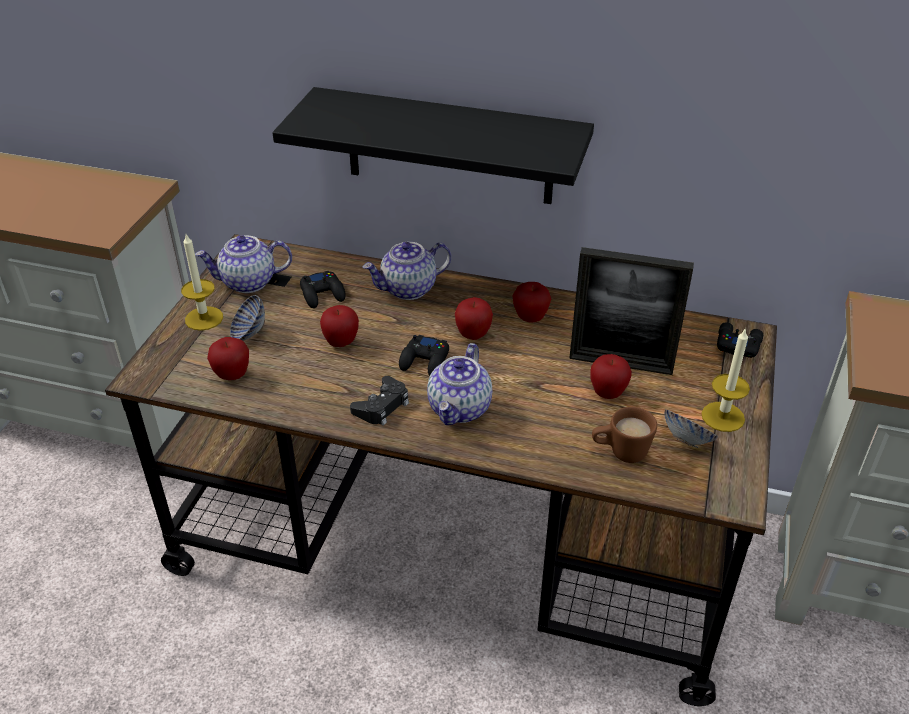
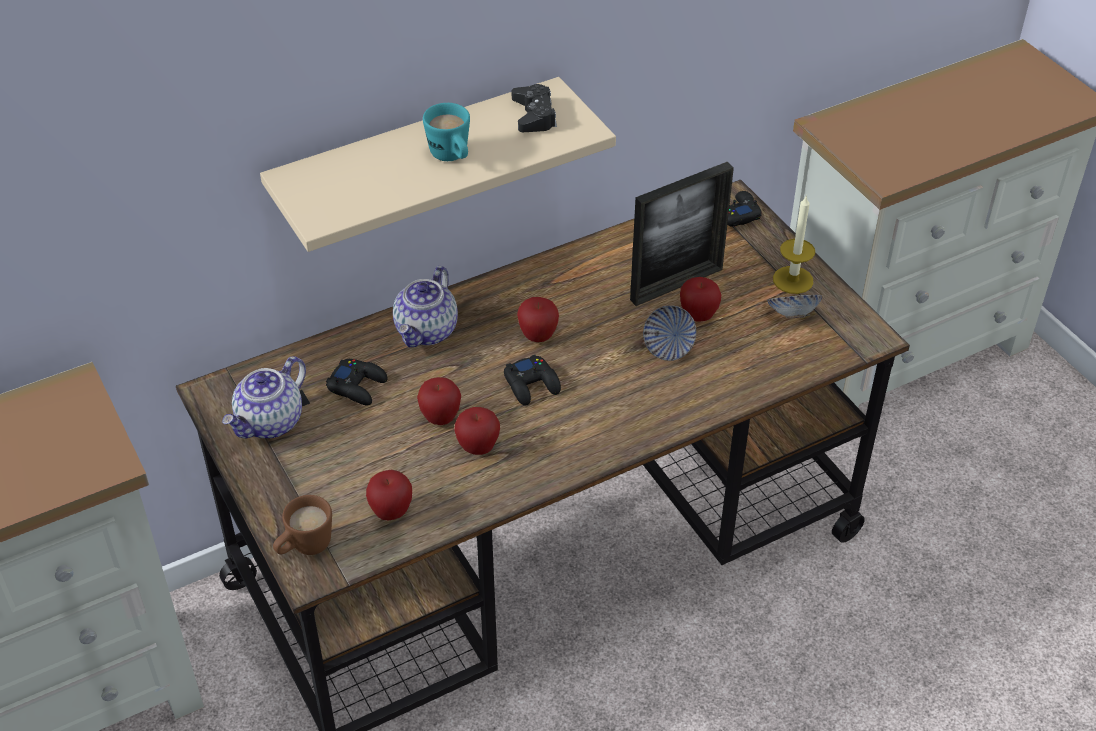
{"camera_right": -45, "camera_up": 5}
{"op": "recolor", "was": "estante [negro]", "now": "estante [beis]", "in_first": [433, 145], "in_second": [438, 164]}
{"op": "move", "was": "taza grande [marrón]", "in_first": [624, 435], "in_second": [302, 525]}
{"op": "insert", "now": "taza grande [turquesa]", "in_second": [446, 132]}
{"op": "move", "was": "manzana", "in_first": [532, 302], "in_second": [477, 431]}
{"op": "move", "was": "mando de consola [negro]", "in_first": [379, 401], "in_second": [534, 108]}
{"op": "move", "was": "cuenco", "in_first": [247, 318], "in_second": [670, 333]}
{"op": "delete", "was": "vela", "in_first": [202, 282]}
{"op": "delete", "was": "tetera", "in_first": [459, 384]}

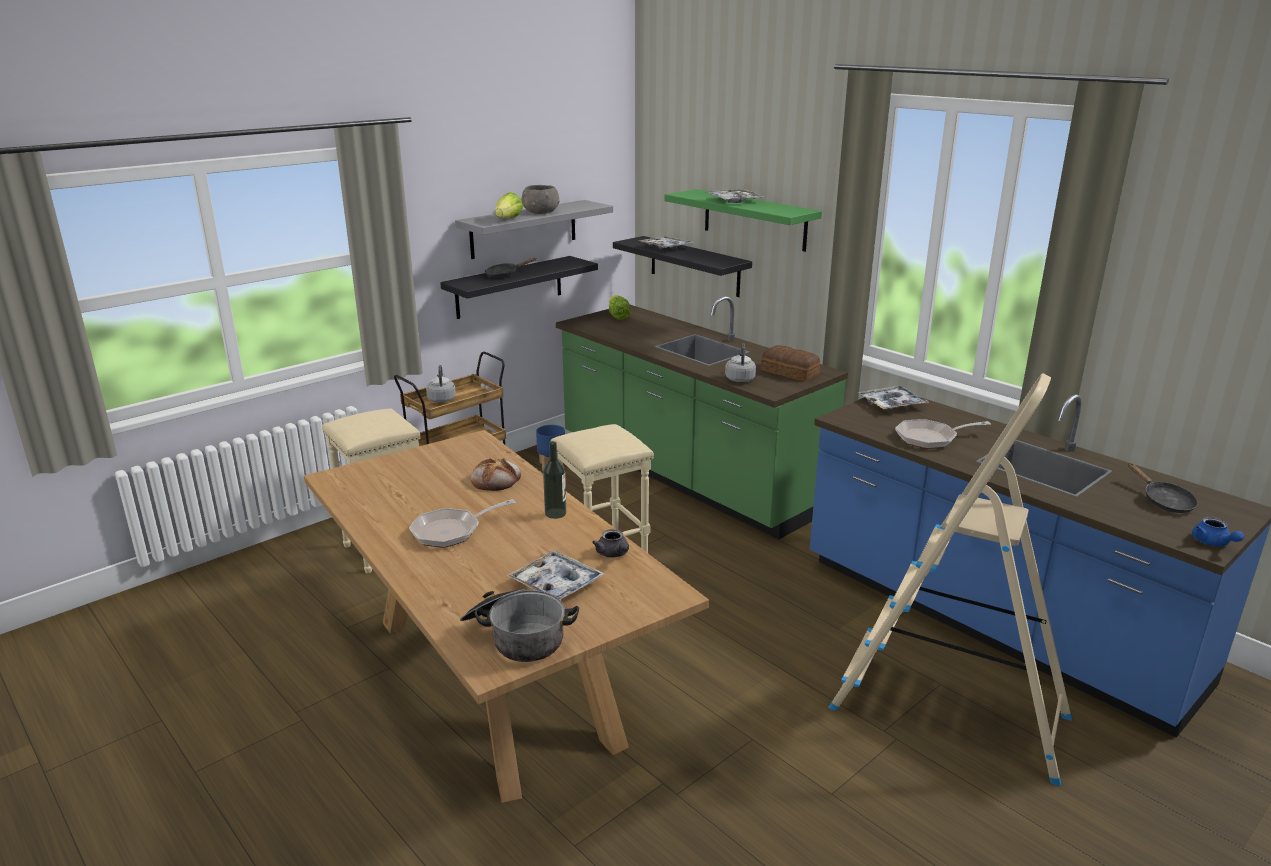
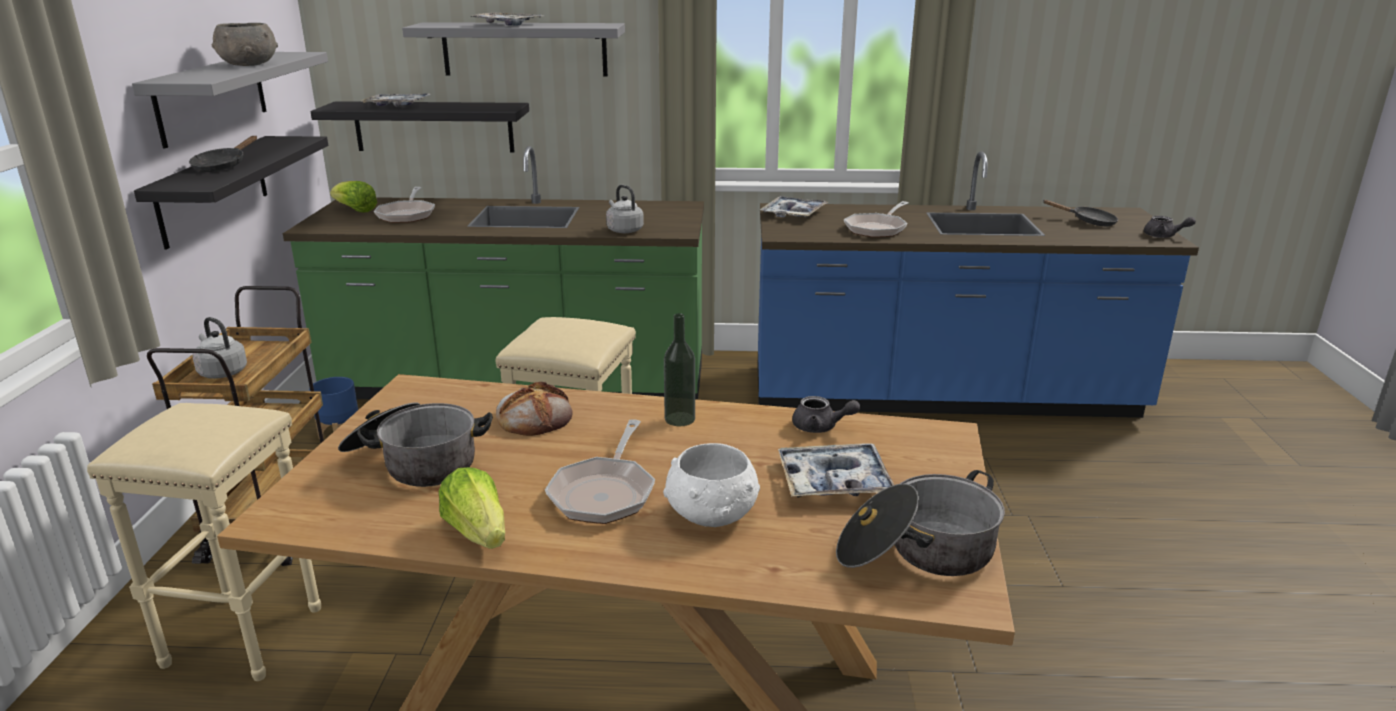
{"camera_right": -45, "camera_up": 0}
{"op": "insert", "now": "olla", "in_second": [415, 444]}
{"op": "insert", "now": "sartén", "in_second": [404, 205]}
{"op": "recolor", "was": "estante [verde]", "now": "estante [gris]", "in_first": [743, 220], "in_second": [513, 49]}
{"op": "move", "was": "lechuga", "in_first": [509, 205], "in_second": [472, 508]}
{"op": "insert", "now": "cuenco [blanco]", "in_second": [711, 485]}
{"op": "recolor", "was": "tetera [azul]", "now": "tetera [gris]", "in_first": [1218, 531], "in_second": [1170, 227]}
{"op": "delete", "was": "pan", "in_first": [790, 363]}
{"op": "delete", "was": "escalera de tijera [beis]", "in_first": [950, 579]}

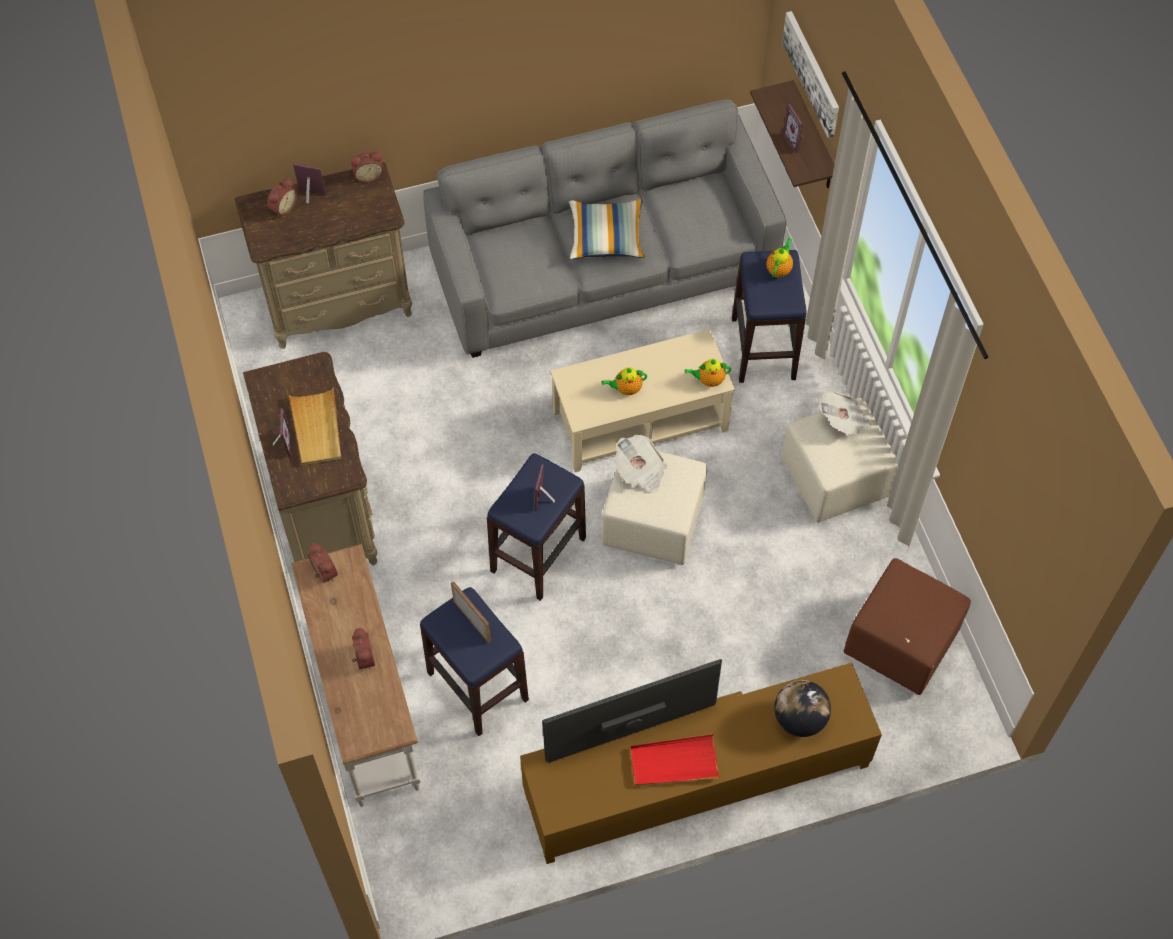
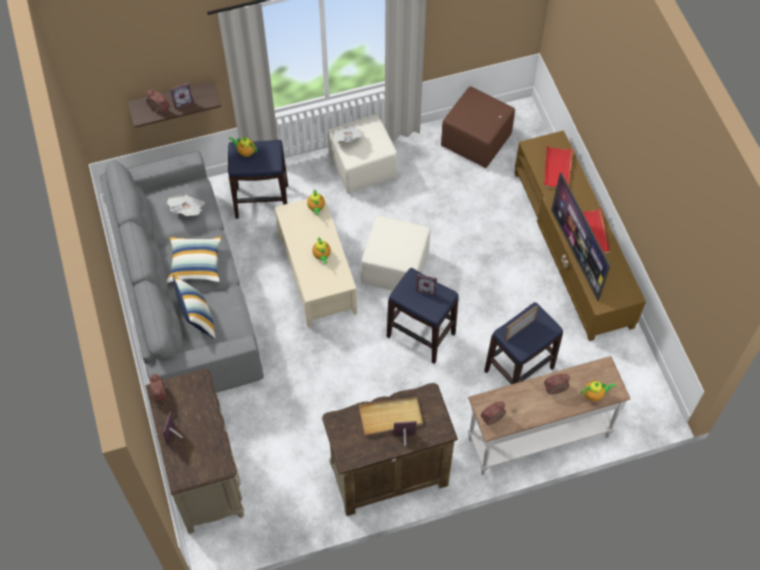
{"camera_right": -90, "camera_up": 0}
{"op": "move", "was": "despertador", "in_first": [282, 197], "in_second": [157, 102]}
{"op": "move", "was": "periódico", "in_first": [640, 464], "in_second": [186, 205]}
{"op": "insert", "now": "cojín", "in_second": [194, 307]}
{"op": "replace", "was": "globo terráqueo", "now": "bandeja [rojo]", "in_first": [802, 708], "in_second": [559, 166]}
{"op": "insert", "now": "tetera", "in_second": [598, 390]}
{"op": "delete", "was": "cuadro", "in_first": [810, 74]}

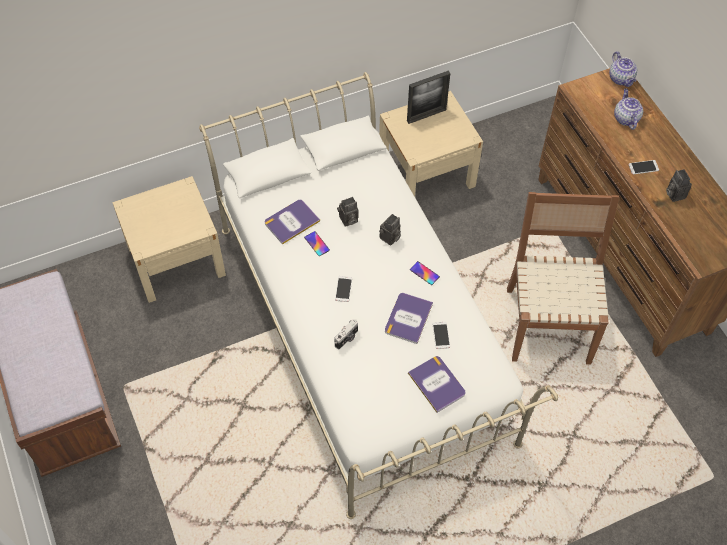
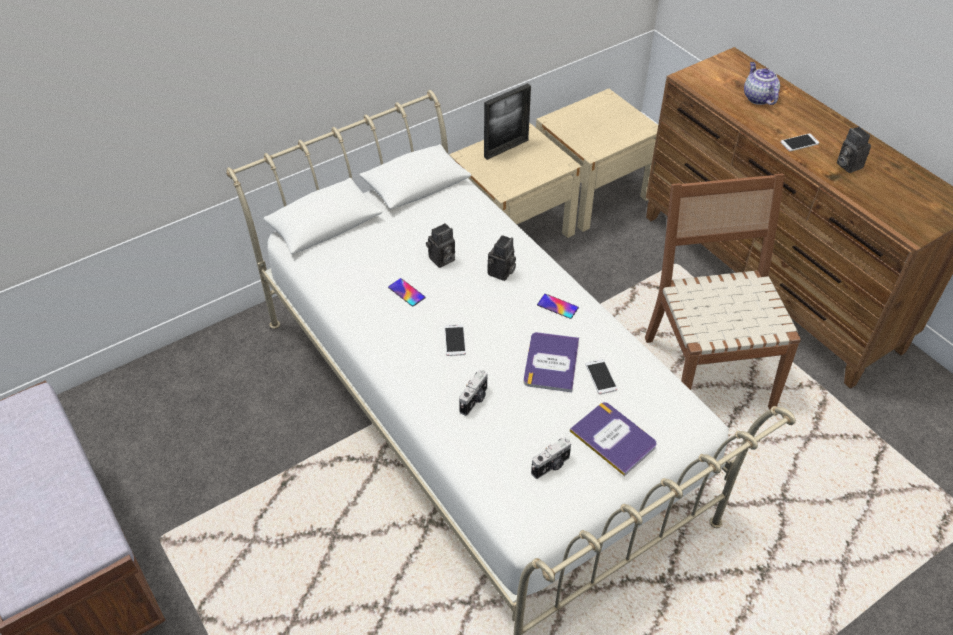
{"camera_right": -10, "camera_up": -10}
{"op": "insert", "now": "cámara", "in_second": [551, 458]}
{"op": "move", "was": "mesita de noche [beis]", "in_first": [169, 239], "in_second": [597, 160]}
{"op": "delete", "was": "libro", "in_first": [292, 222]}
{"op": "delete", "was": "tetera", "in_first": [623, 69]}

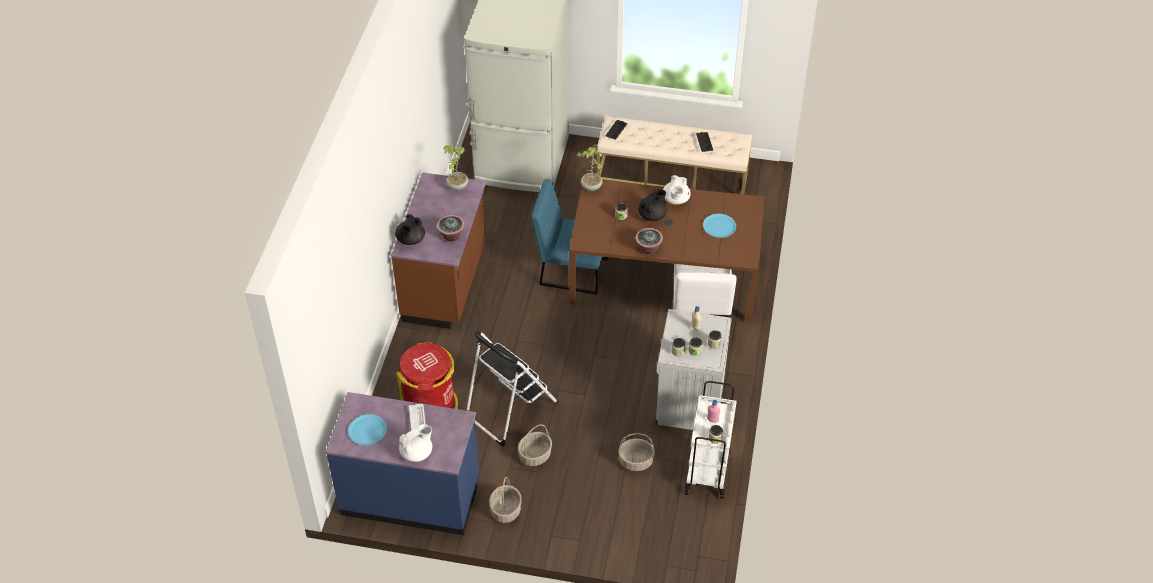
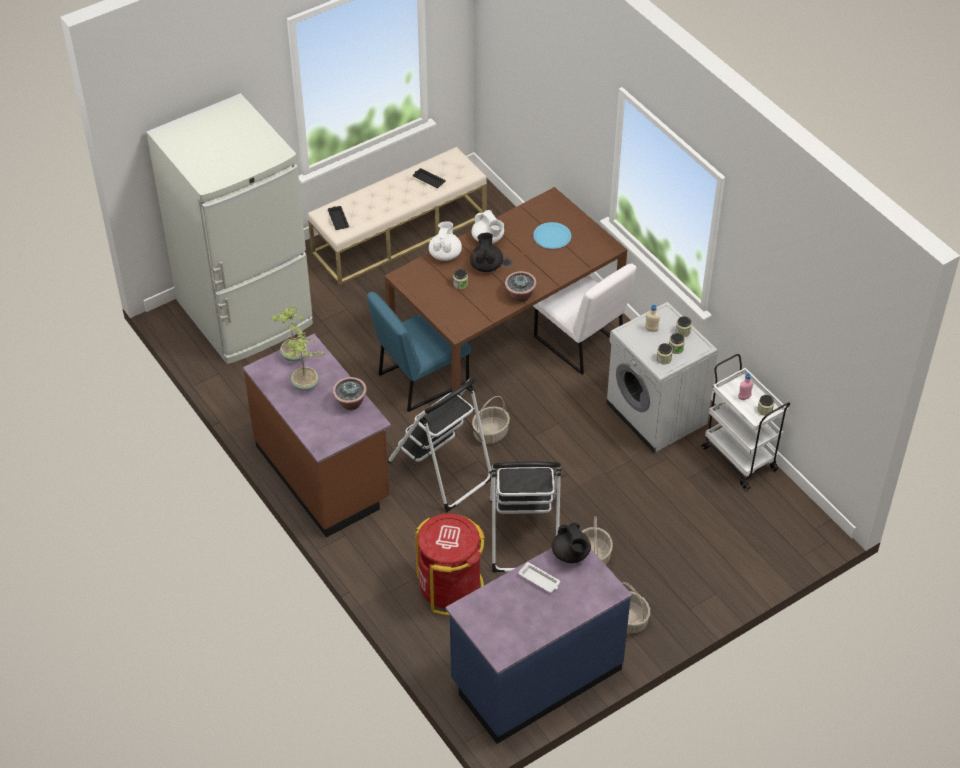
{"camera_right": -45, "camera_up": 0}
{"op": "move", "was": "planta en maceta", "in_first": [590, 167], "in_second": [305, 361]}
{"op": "insert", "now": "escalera de tijera", "in_second": [440, 444]}
{"op": "move", "was": "tetera [blanco]", "in_first": [415, 443], "in_second": [445, 241]}
{"op": "move", "was": "cesta", "in_first": [636, 452], "in_second": [491, 420]}
{"op": "move", "was": "tetera [negro]", "in_first": [410, 229], "in_second": [571, 542]}
{"op": "delete", "was": "plato [azul]", "in_first": [367, 429]}

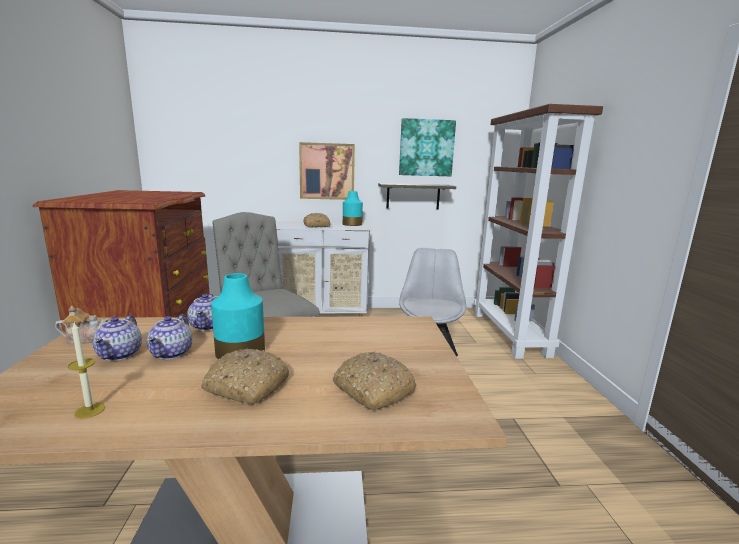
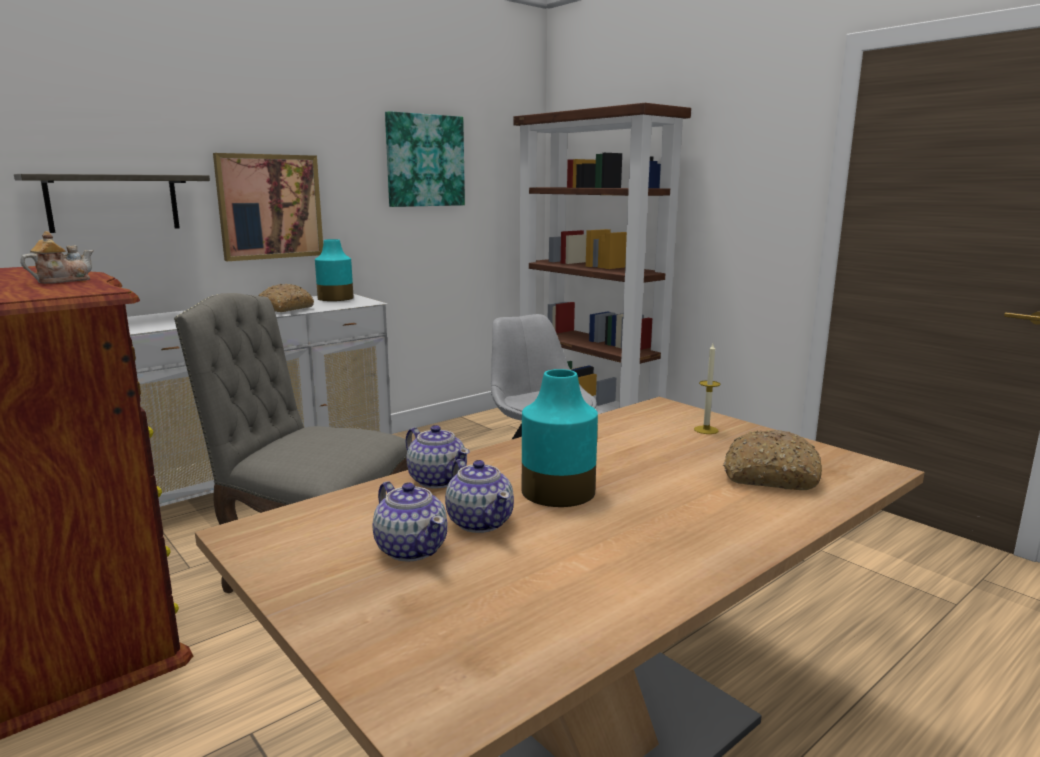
{"camera_right": -35, "camera_up": 0}
{"op": "move", "was": "estante", "in_first": [417, 196], "in_second": [112, 203]}
{"op": "move", "was": "tetera", "in_first": [82, 325], "in_second": [57, 257]}
{"op": "move", "was": "vela", "in_first": [86, 371], "in_second": [707, 389]}
{"op": "delete", "was": "pan", "in_first": [245, 376]}

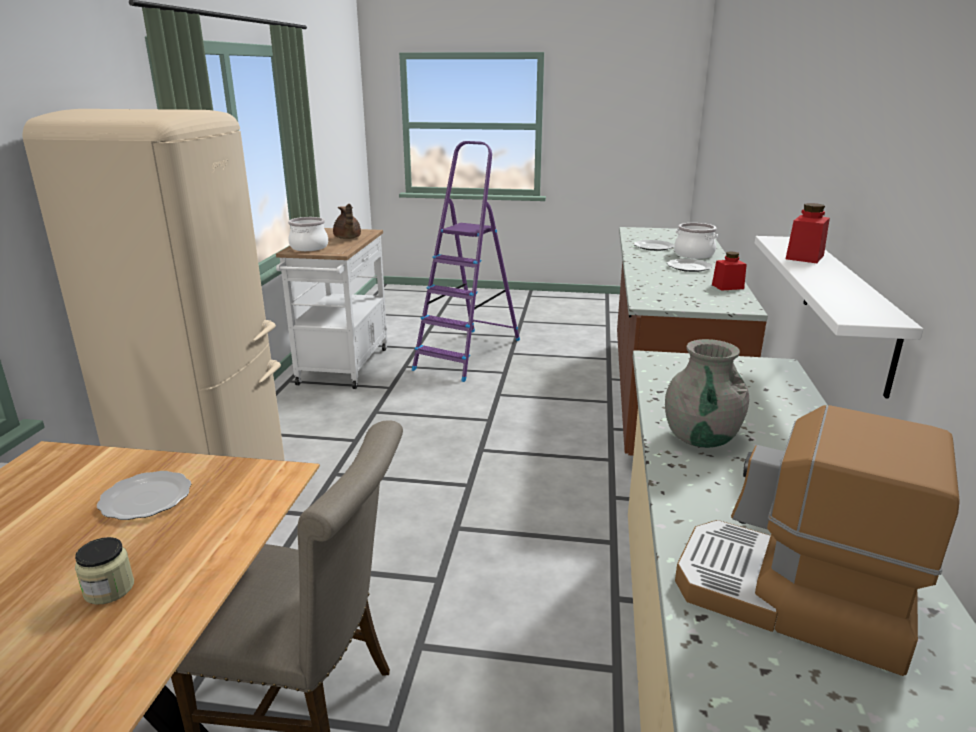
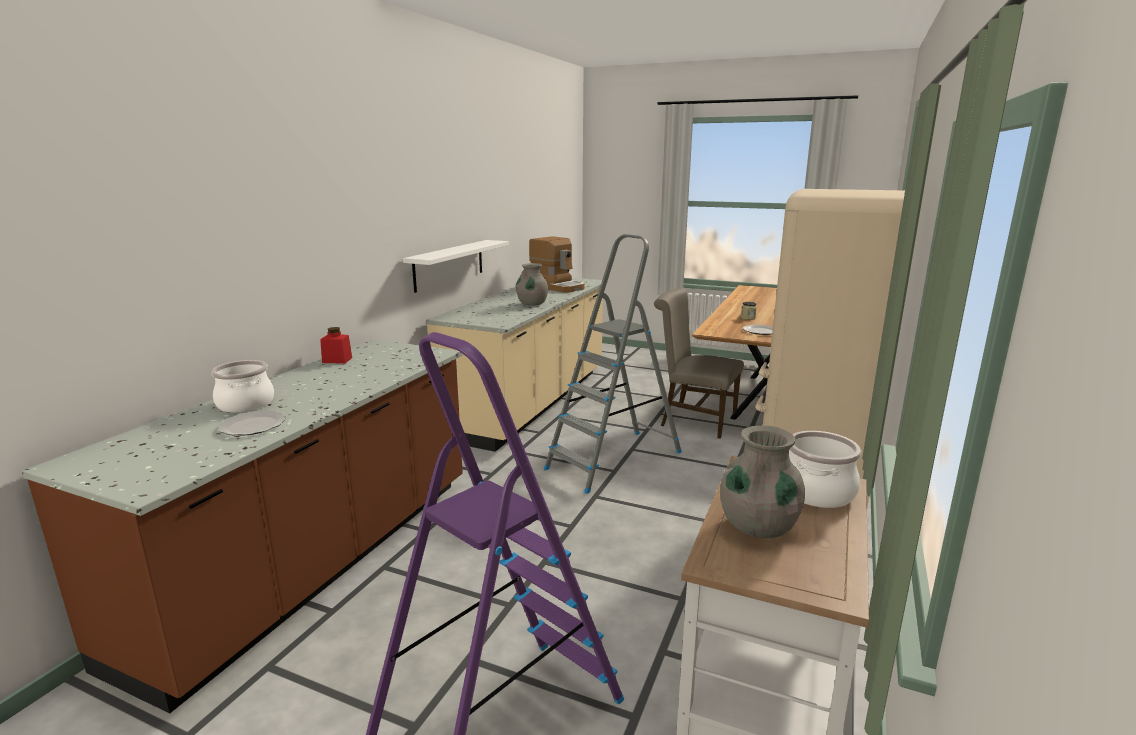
{"camera_right": -165, "camera_up": -5}
{"op": "insert", "now": "escalera de tijera [gris]", "in_second": [613, 364]}
{"op": "replace", "was": "tetera [marrón]", "now": "florero [gris]", "in_first": [347, 221], "in_second": [762, 482]}
{"op": "delete", "was": "plato", "in_first": [690, 265]}
{"op": "delete", "was": "tarro [rojo]", "in_first": [808, 233]}

